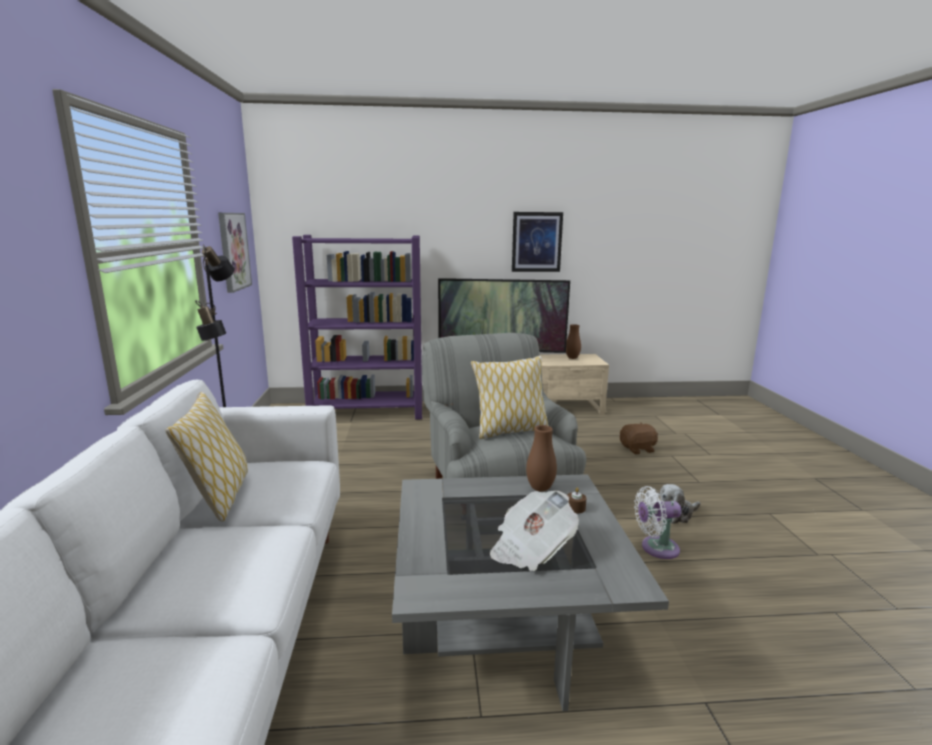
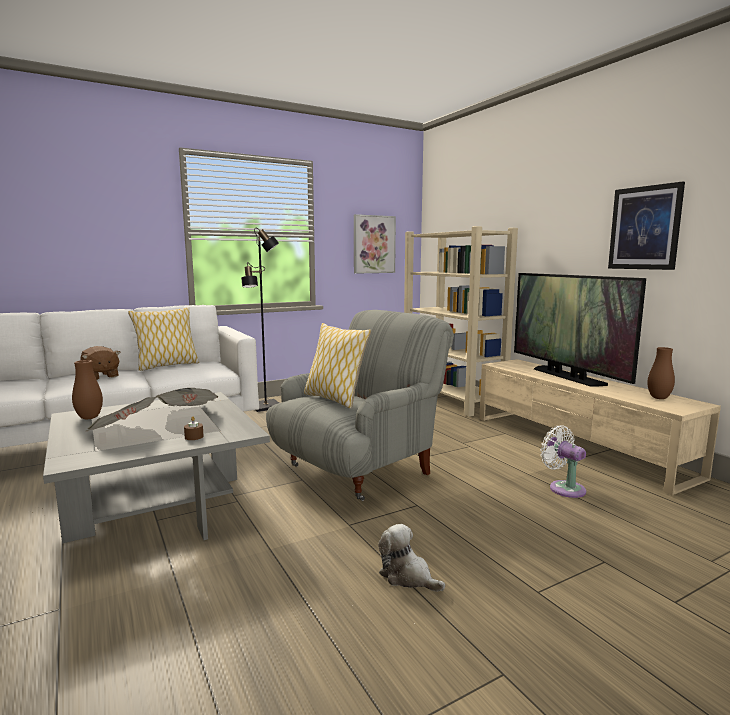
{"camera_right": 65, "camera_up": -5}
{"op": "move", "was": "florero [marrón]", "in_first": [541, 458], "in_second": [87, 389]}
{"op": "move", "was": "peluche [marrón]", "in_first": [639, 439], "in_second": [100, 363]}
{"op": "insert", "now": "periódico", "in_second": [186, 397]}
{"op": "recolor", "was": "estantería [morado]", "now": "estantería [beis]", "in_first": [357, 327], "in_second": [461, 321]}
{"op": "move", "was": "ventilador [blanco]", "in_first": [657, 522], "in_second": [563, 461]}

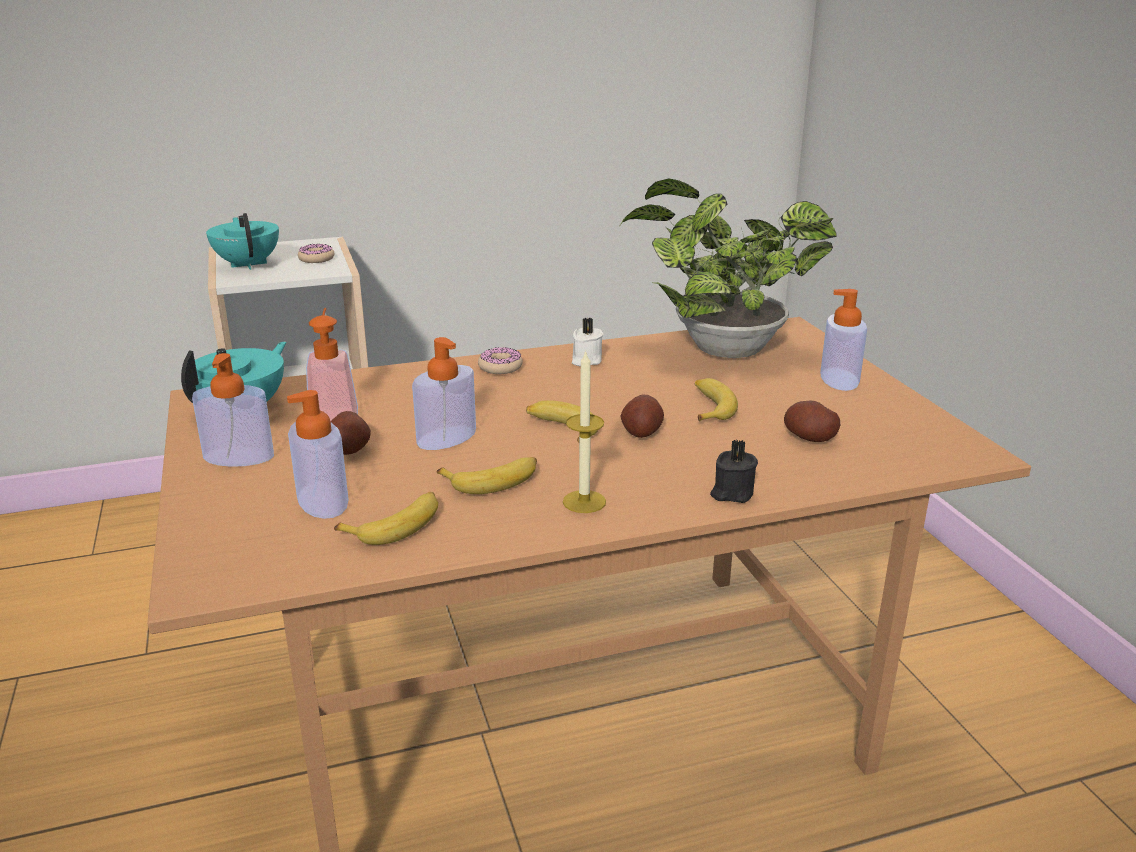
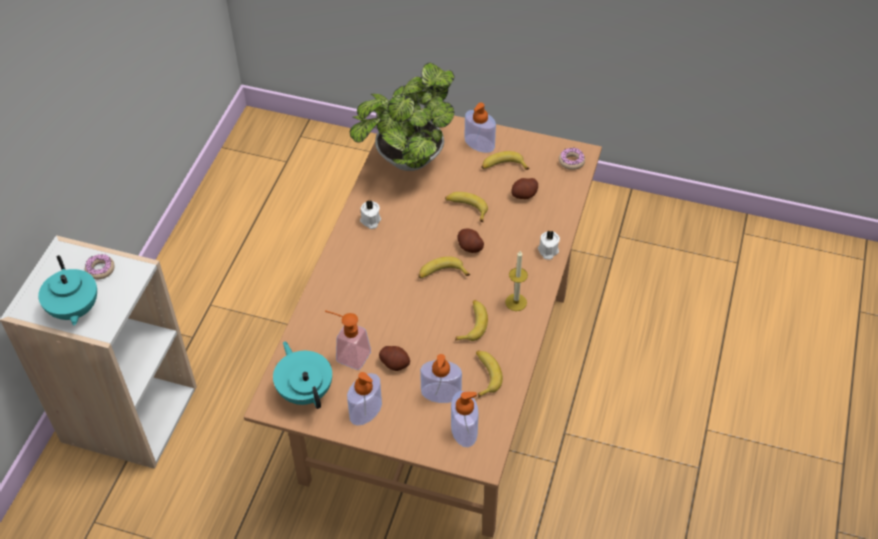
{"camera_right": -55, "camera_up": 25}
{"op": "rotate", "was": "tetera [turquesa]", "in_first": [242, 241], "in_second": [67, 290], "clockwise": -120}
{"op": "move", "was": "dispensador de jabón", "in_first": [444, 393], "in_second": [465, 419]}
{"op": "insert", "now": "plátano", "in_second": [505, 160]}
{"op": "recolor", "was": "vela [negro]", "now": "vela [blanco]", "in_first": [734, 471], "in_second": [549, 245]}
{"op": "move", "was": "rosquilla", "in_first": [500, 360], "in_second": [572, 158]}

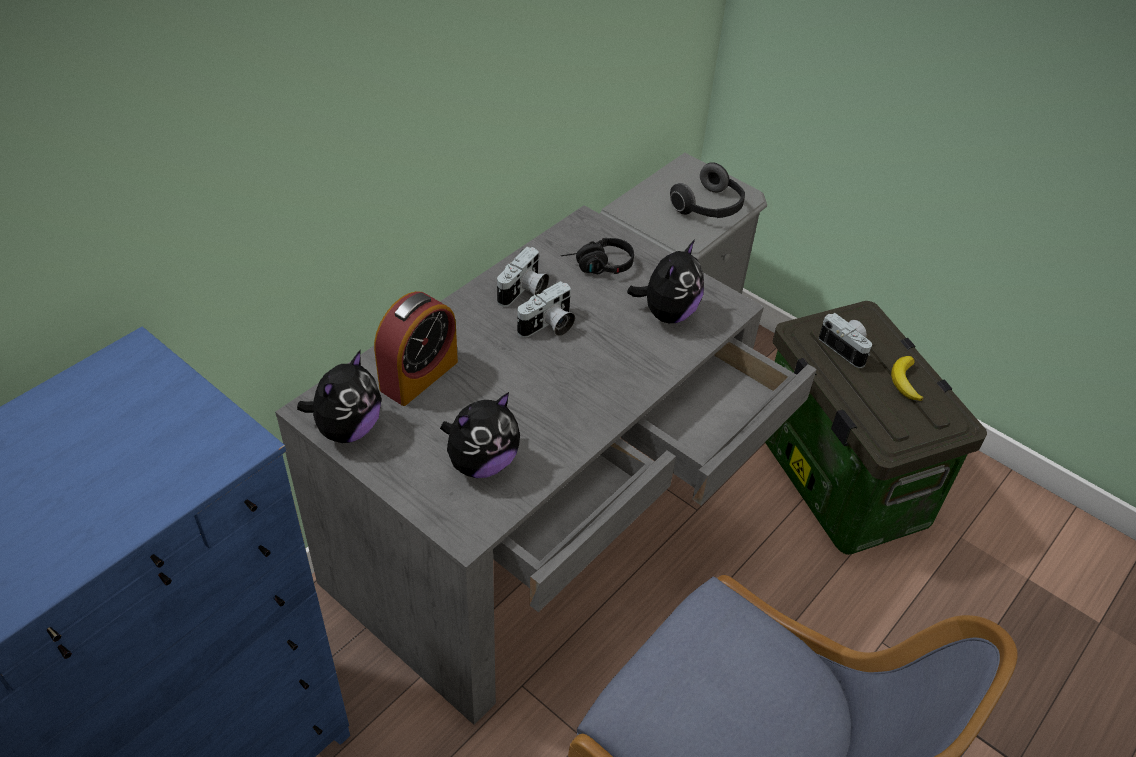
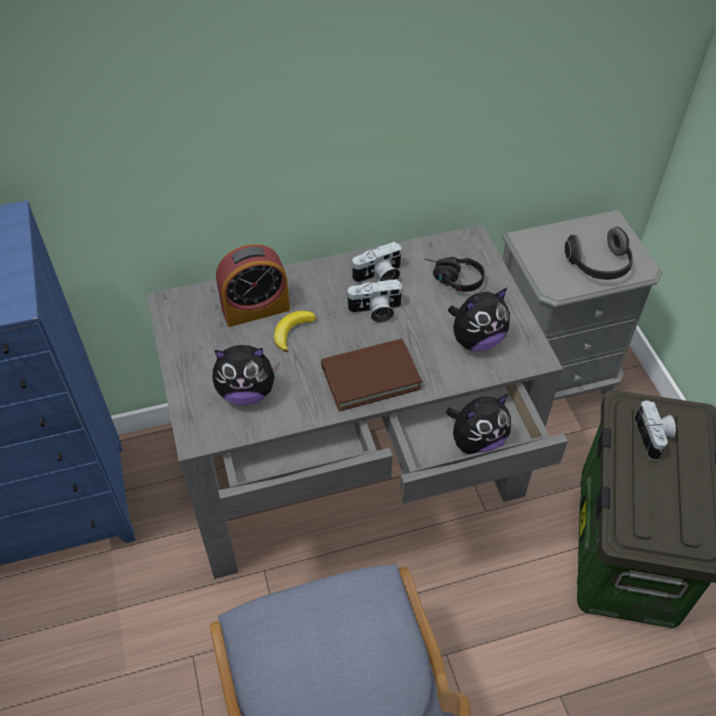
{"camera_right": 35, "camera_up": 5}
{"op": "move", "was": "plátano", "in_first": [907, 378], "in_second": [295, 331]}
{"op": "insert", "now": "libro [marrón]", "in_second": [371, 375]}
{"op": "move", "was": "peluche", "in_first": [339, 396], "in_second": [478, 424]}

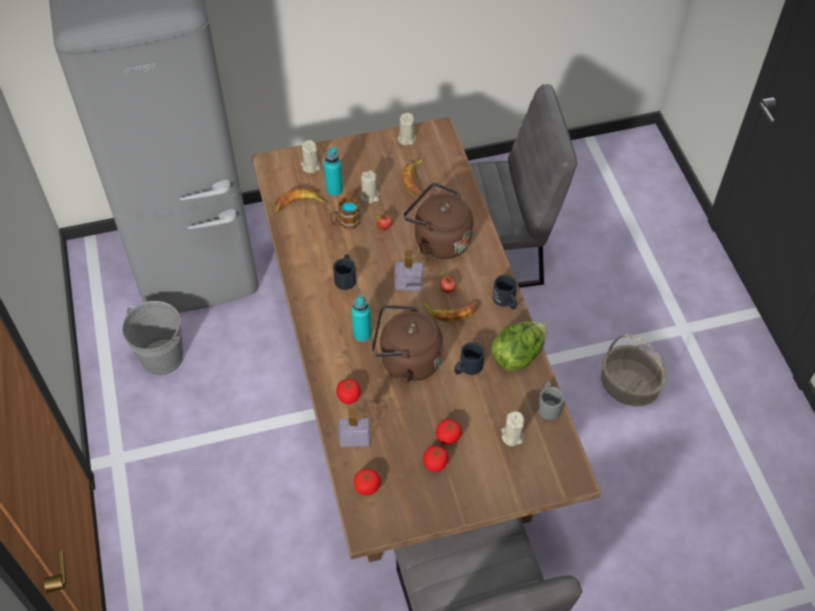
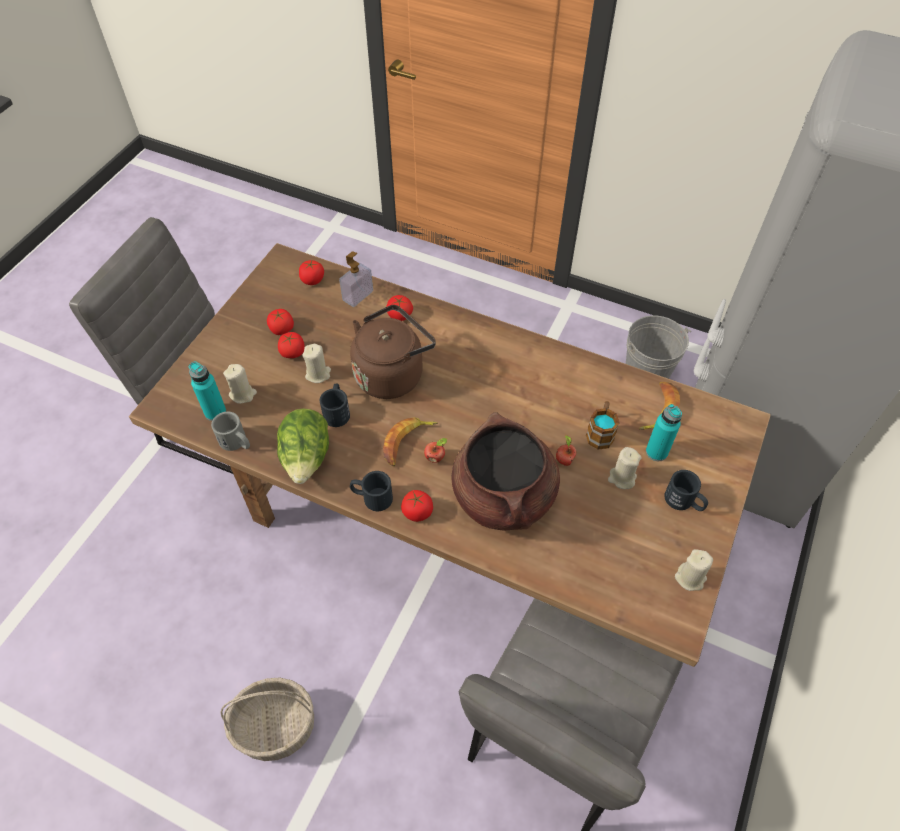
{"camera_right": 130, "camera_up": 0}
{"op": "move", "was": "botella [turquesa]", "in_first": [361, 318], "in_second": [207, 391]}
{"op": "move", "was": "vela [beis]", "in_first": [311, 156], "in_second": [316, 363]}
{"op": "insert", "now": "tomate", "in_second": [417, 506]}
{"op": "replace", "was": "hervidor [marrón]", "now": "olla [marrón]", "in_first": [438, 221], "in_second": [505, 471]}
{"op": "move", "was": "taza grande [negro]", "in_first": [344, 272], "in_second": [686, 490]}
{"op": "delete", "was": "dispensador de jabón", "in_first": [408, 270]}
{"op": "delete", "was": "plátano", "in_first": [413, 178]}

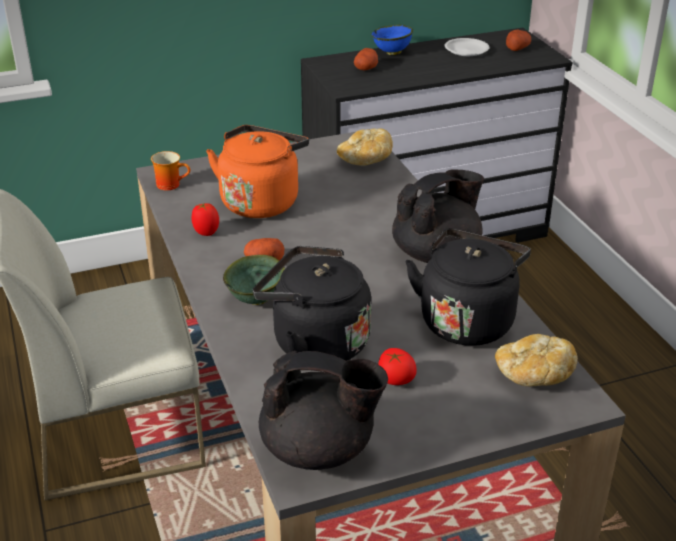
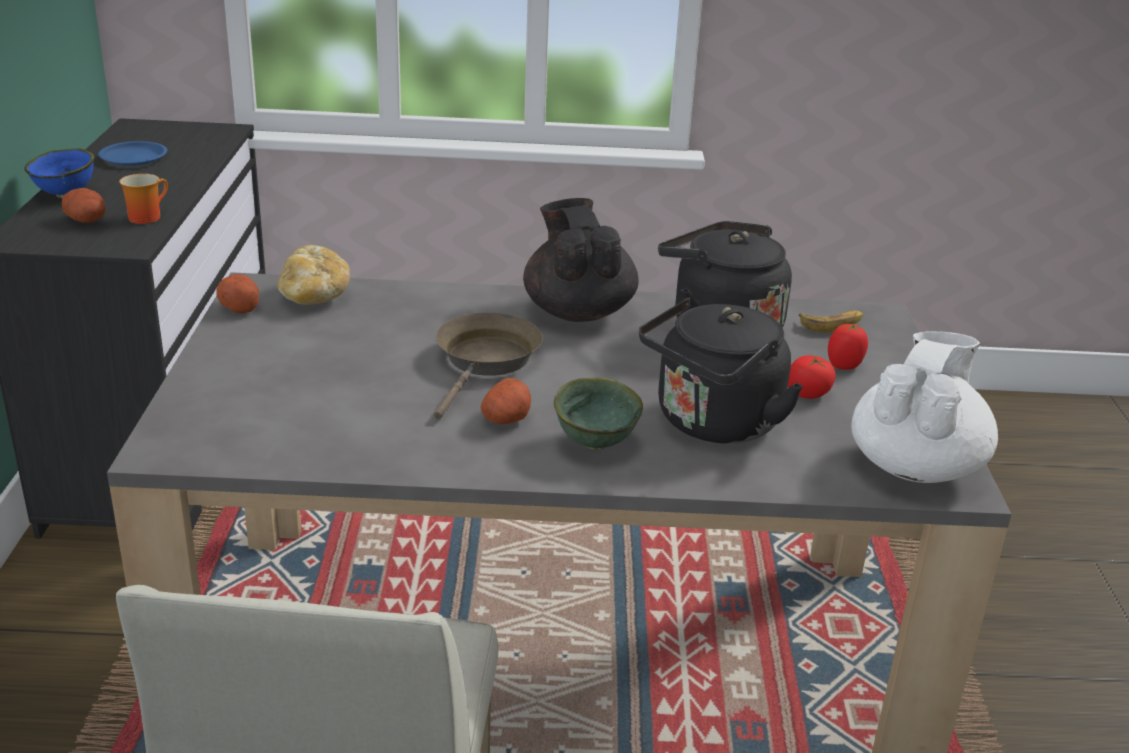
{"camera_right": -70, "camera_up": -5}
{"op": "recolor", "was": "plato [blanco]", "now": "plato [azul]", "in_first": [467, 47], "in_second": [132, 153]}
{"op": "move", "was": "taza grande", "in_first": [170, 170], "in_second": [143, 199]}
{"op": "move", "was": "patata", "in_first": [518, 40], "in_second": [238, 293]}
{"op": "insert", "now": "sartén [marrón]", "in_second": [488, 365]}
{"op": "replace", "was": "pan", "now": "plátano", "in_first": [536, 360], "in_second": [831, 321]}
{"op": "move", "was": "tomate", "in_first": [205, 219], "in_second": [848, 347]}
{"op": "recolor", "was": "tetera [negro]", "now": "tetera [blanco]", "in_first": [323, 410], "in_second": [924, 407]}
{"op": "delete", "was": "hervidor [naranja]", "in_first": [257, 171]}

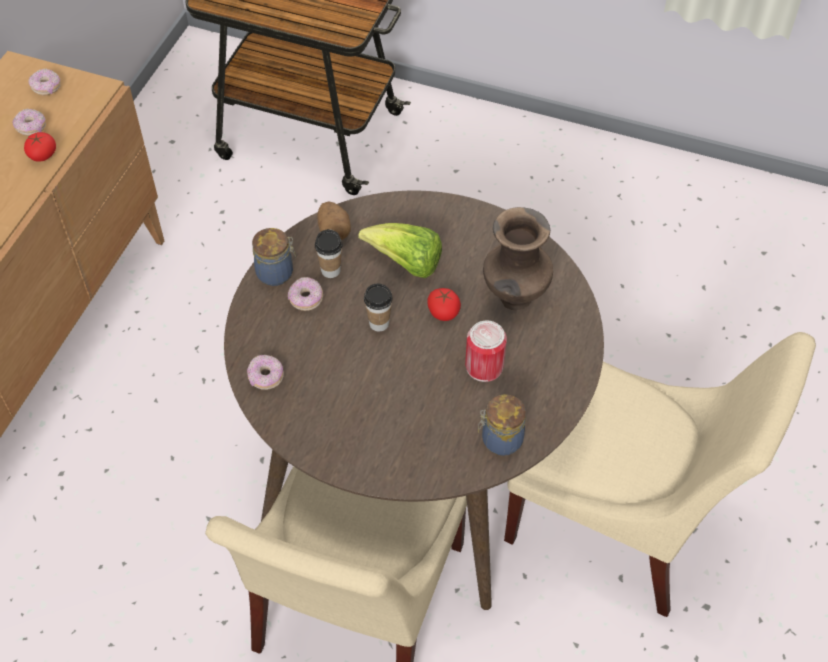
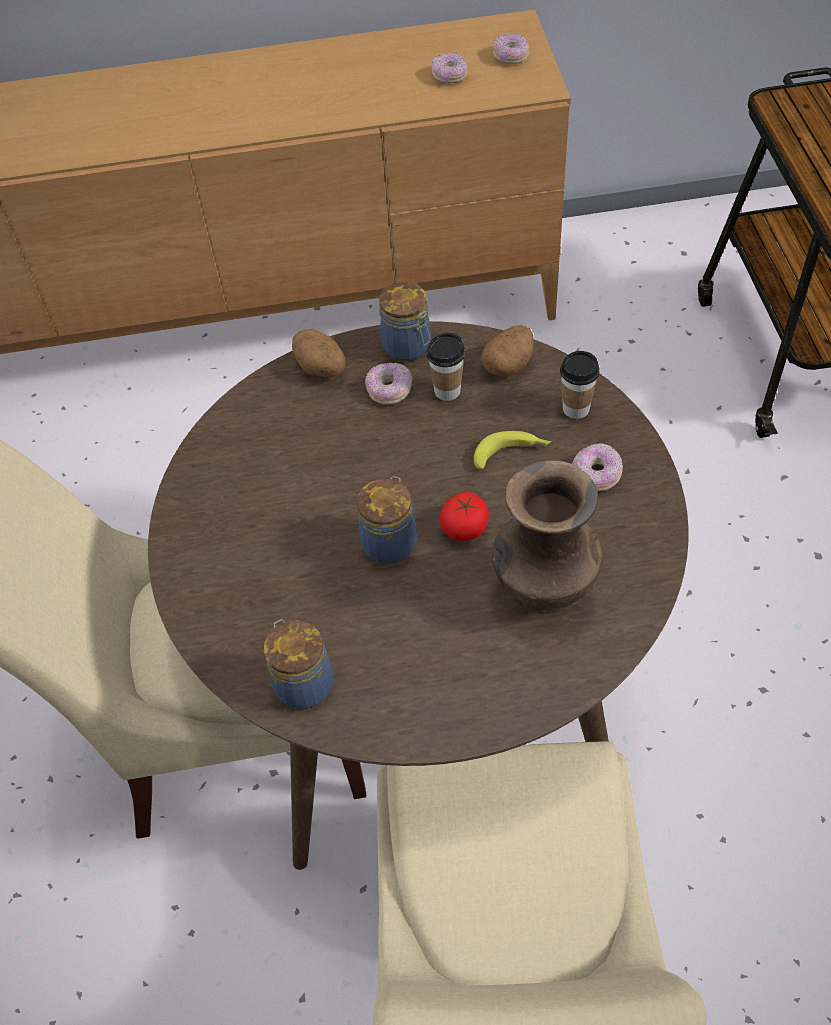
{"camera_right": 65, "camera_up": 0}
{"op": "insert", "now": "patata", "in_second": [319, 353]}
{"op": "insert", "now": "tarro", "in_second": [387, 520]}
{"op": "replace", "was": "lechuga", "now": "plátano", "in_first": [400, 250], "in_second": [512, 450]}
{"op": "move", "was": "taza", "in_first": [378, 308], "in_second": [580, 385]}
{"op": "move", "was": "rosquilla", "in_first": [265, 372], "in_second": [597, 467]}
{"op": "delete", "was": "tomate", "in_first": [40, 147]}
{"op": "delete", "was": "lata", "in_first": [486, 351]}

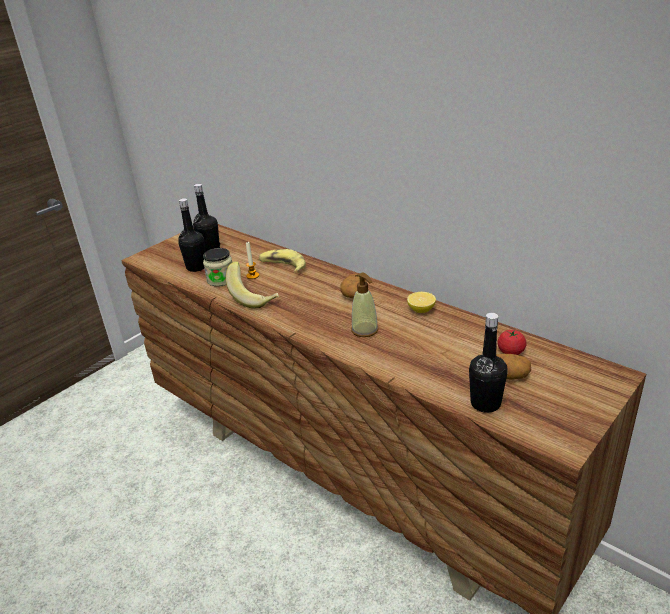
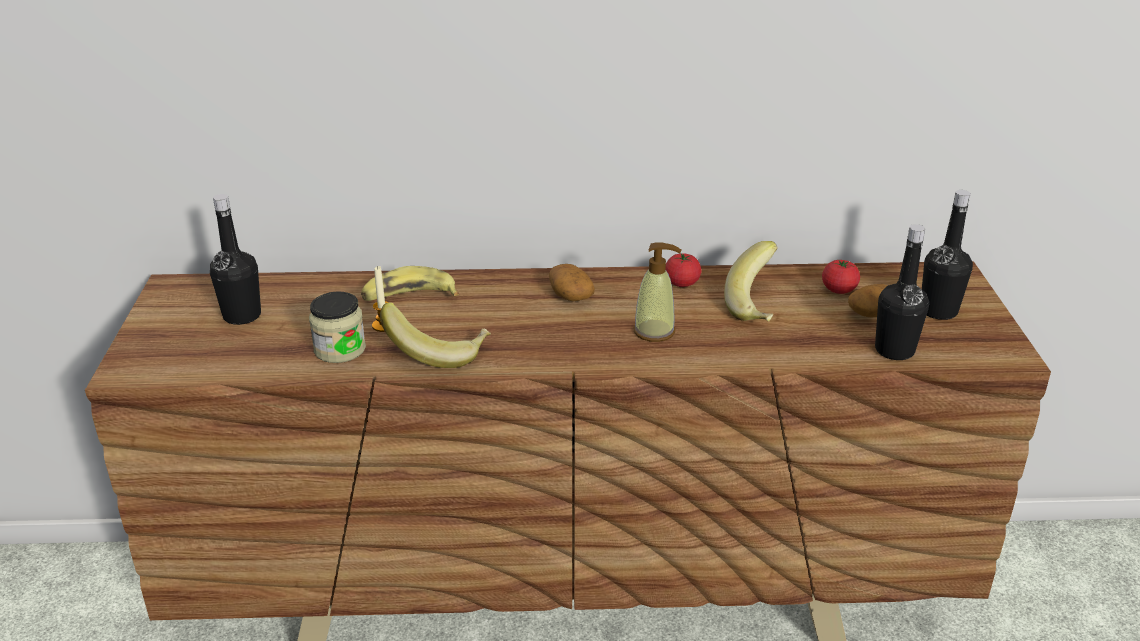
{"camera_right": -45, "camera_up": 0}
{"op": "replace", "was": "limón", "now": "tomate", "in_first": [421, 302], "in_second": [683, 270]}
{"op": "insert", "now": "plátano", "in_second": [751, 281]}
{"op": "move", "was": "botella [negro]", "in_first": [191, 235], "in_second": [947, 255]}

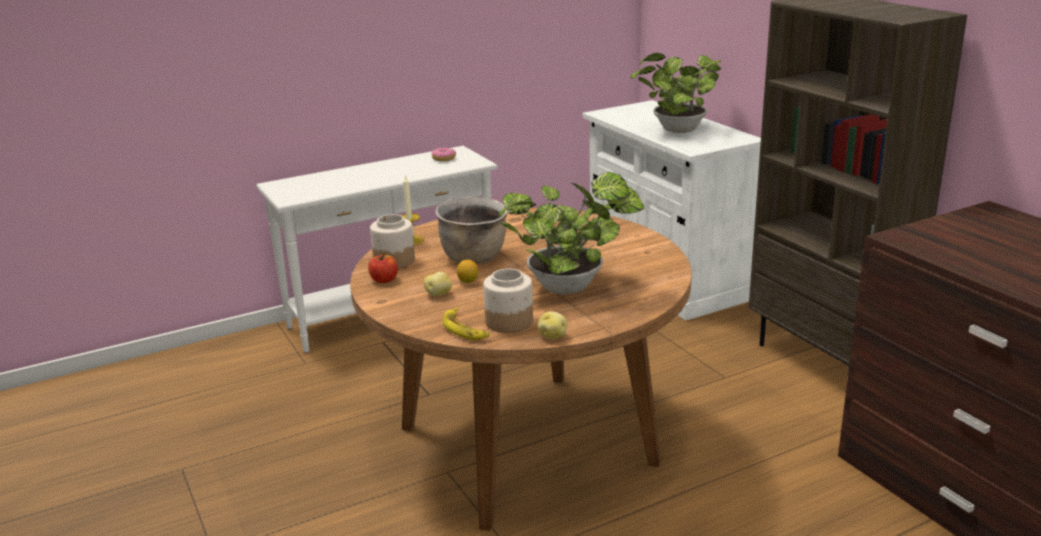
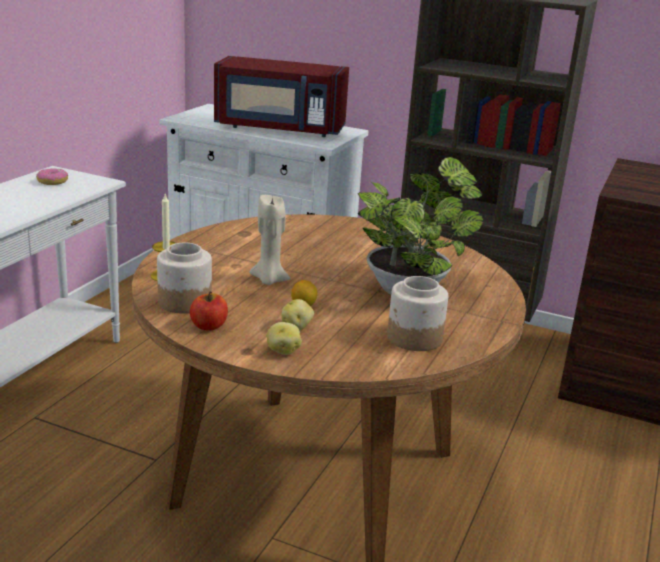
{"camera_right": -40, "camera_up": 0}
{"op": "replace", "was": "planta en maceta", "now": "microondas [rojo]", "in_first": [676, 93], "in_second": [281, 96]}
{"op": "replace", "was": "olla [marrón]", "now": "vela [beis]", "in_first": [472, 230], "in_second": [270, 240]}
{"op": "move", "was": "patata", "in_first": [552, 325], "in_second": [284, 338]}
{"op": "delete", "was": "plátano", "in_first": [466, 324]}

